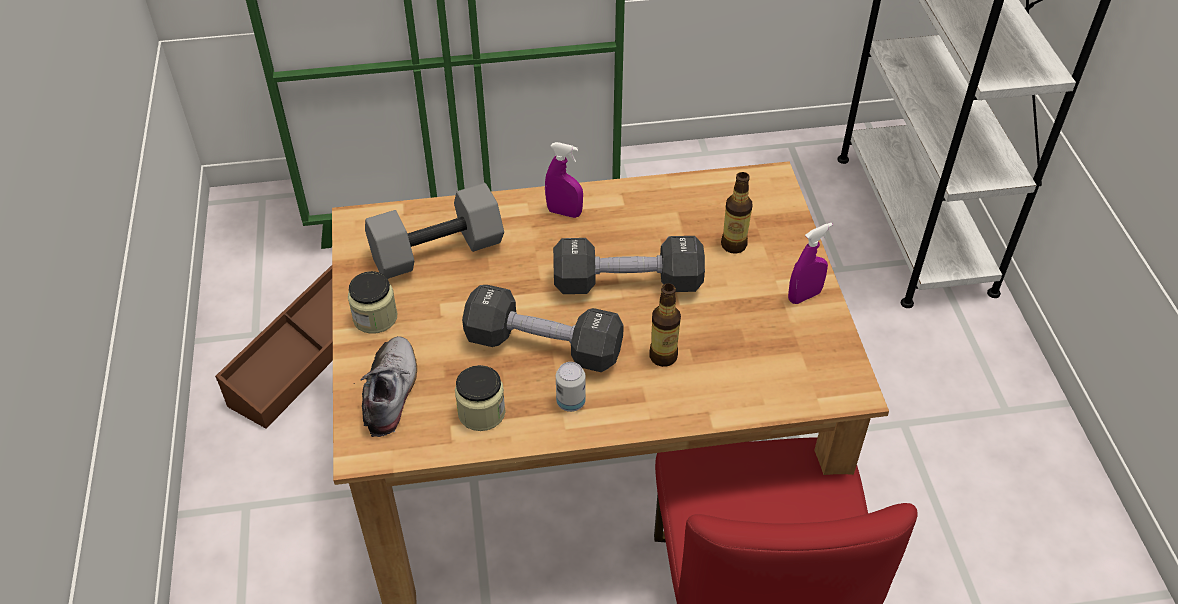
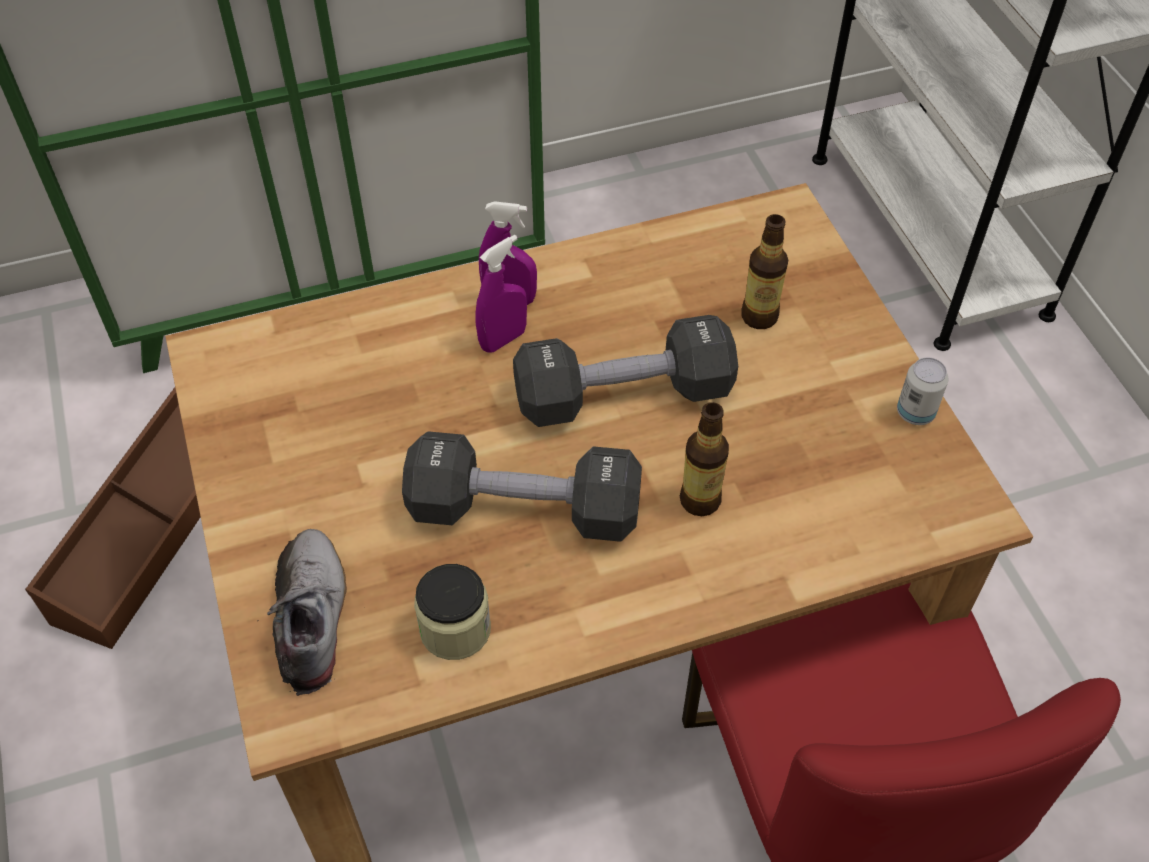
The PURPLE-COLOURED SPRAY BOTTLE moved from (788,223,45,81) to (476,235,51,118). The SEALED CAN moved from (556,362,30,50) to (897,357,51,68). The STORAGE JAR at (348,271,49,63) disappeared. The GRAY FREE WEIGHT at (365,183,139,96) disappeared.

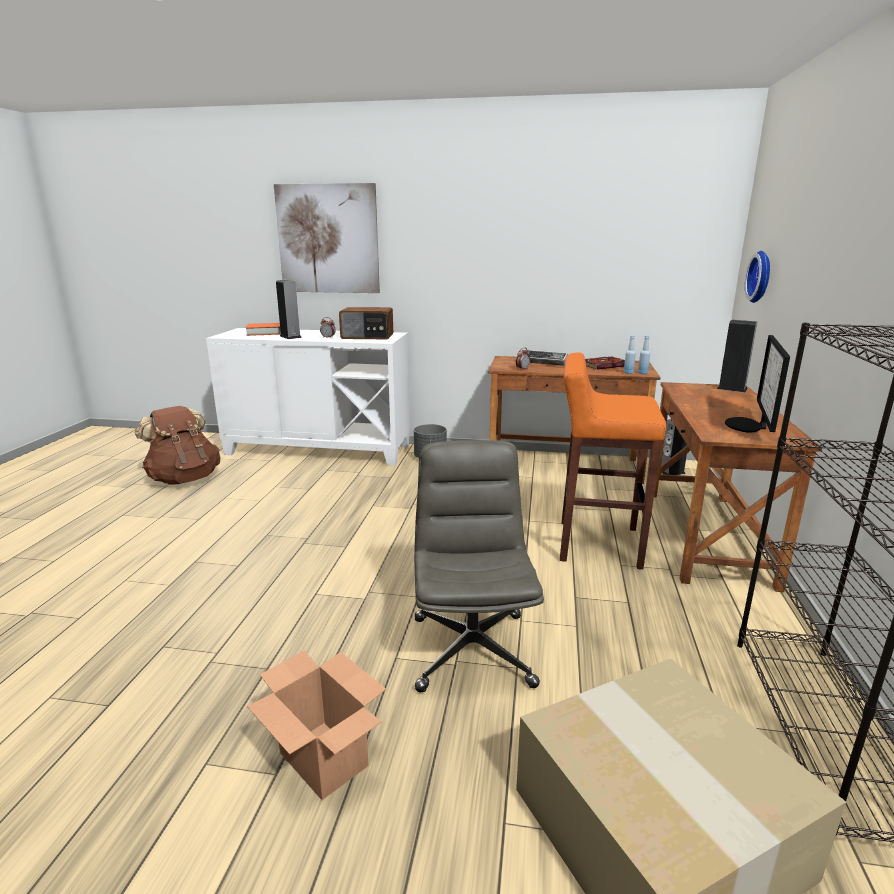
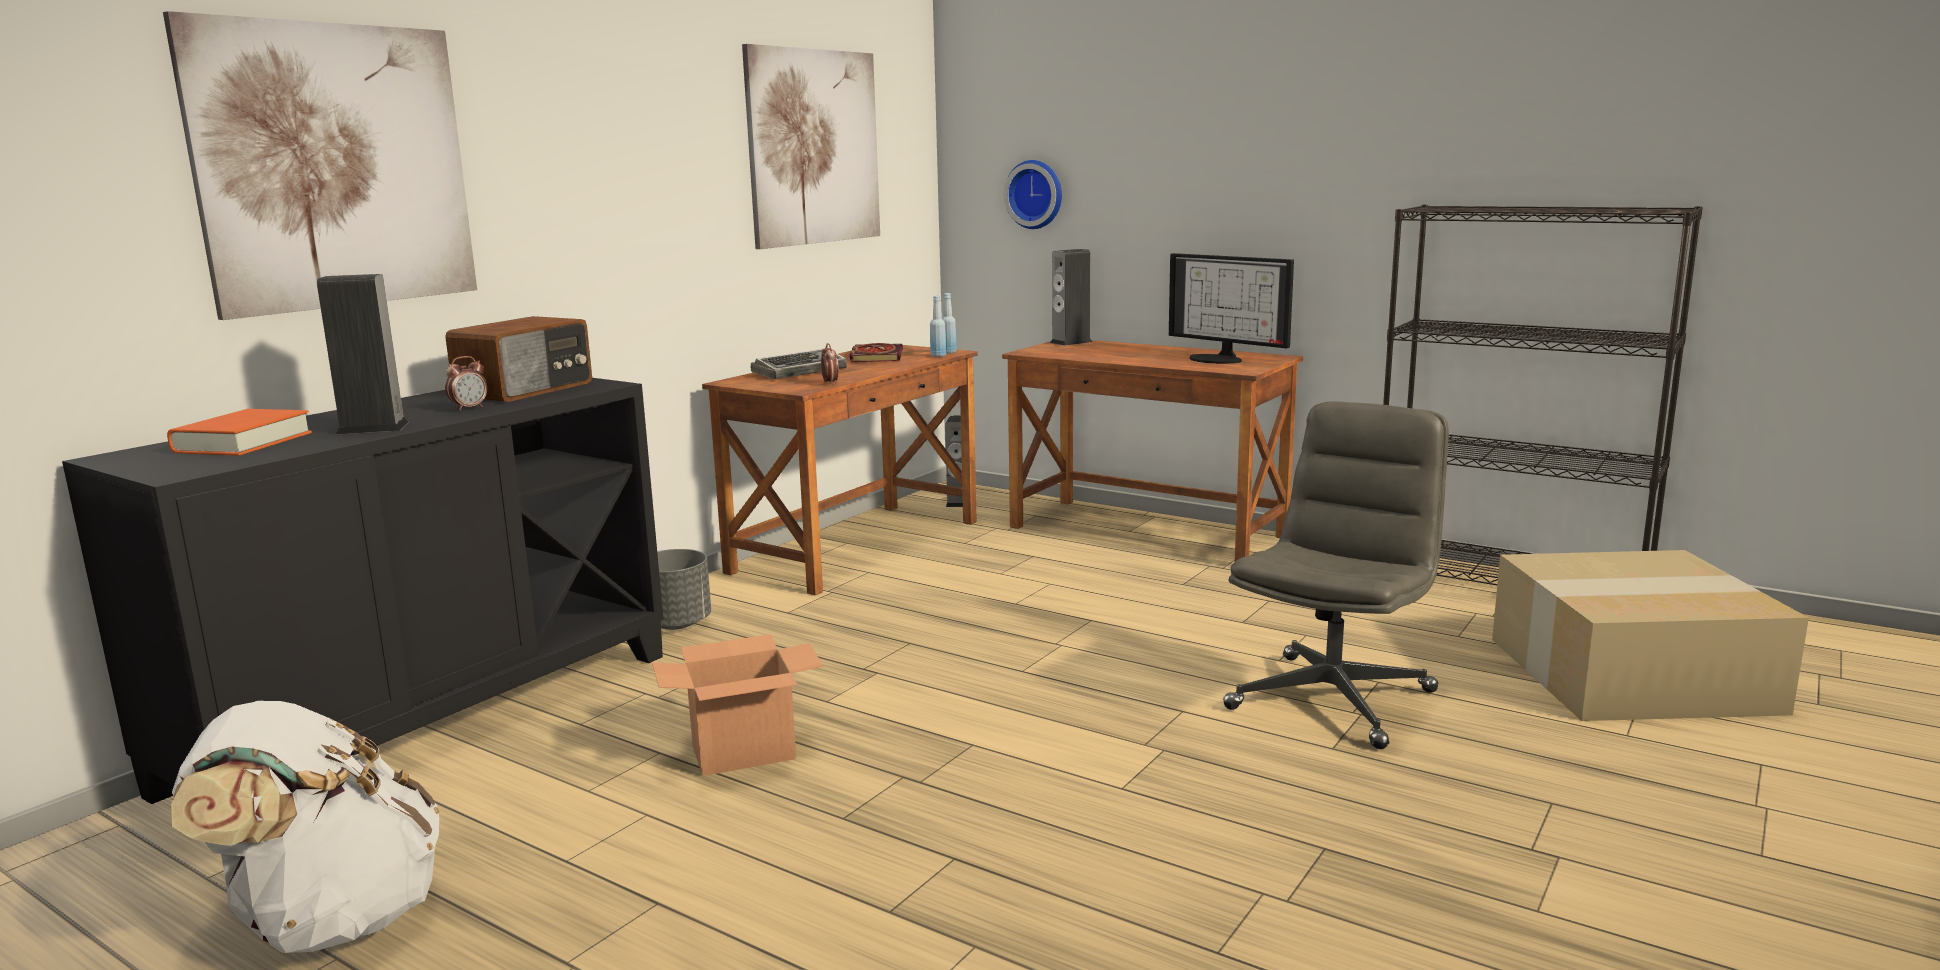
The WHITISH CUPBOARD at (206,328,204,138) became the BLACK-COLOURED CUPBOARD at (62,378,602,426). The BROWN-COLOURED BACKPACK at (135,406,85,79) became the WHITISH BACKPACK at (171,701,269,252). The CARTON moved from (247,650,139,150) to (652,634,172,142). The WALL PICTURE at (742,44,138,205) appeared. The GRAY DESK CHAIR at (414,440,130,253) turned 105 degrees clockwise. The ORANGE-COLOURED STOOL at (560,352,106,217) disappeared.

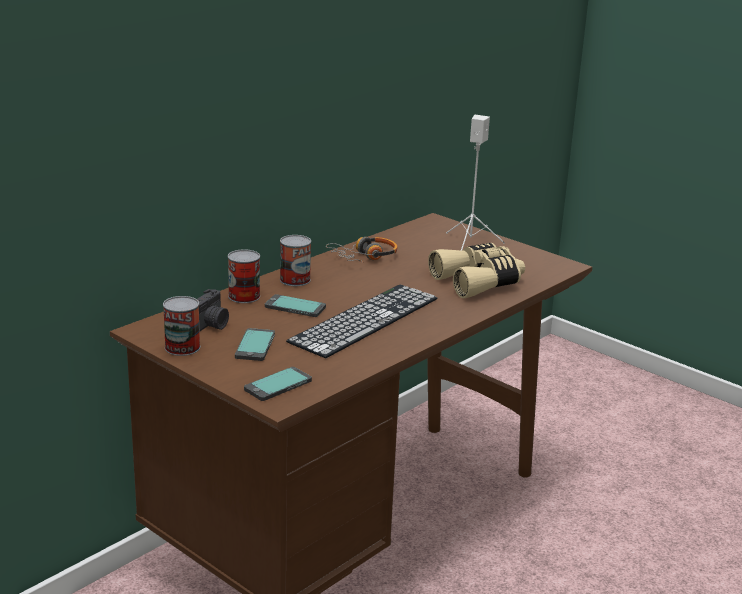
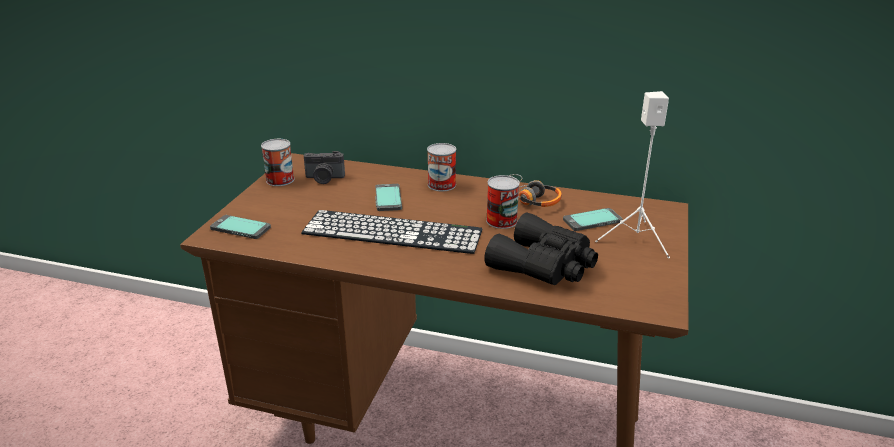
The BEIGE-COLOURED PAIR OF BINOCULARS at (428,243,97,55) became the BLACK-COLOURED PAIR OF BINOCULARS at (484,213,114,72). The SEALED CAN moved from (228,250,32,53) to (486,175,34,54). The TELEPHONE moved from (235,328,40,33) to (563,208,59,23).

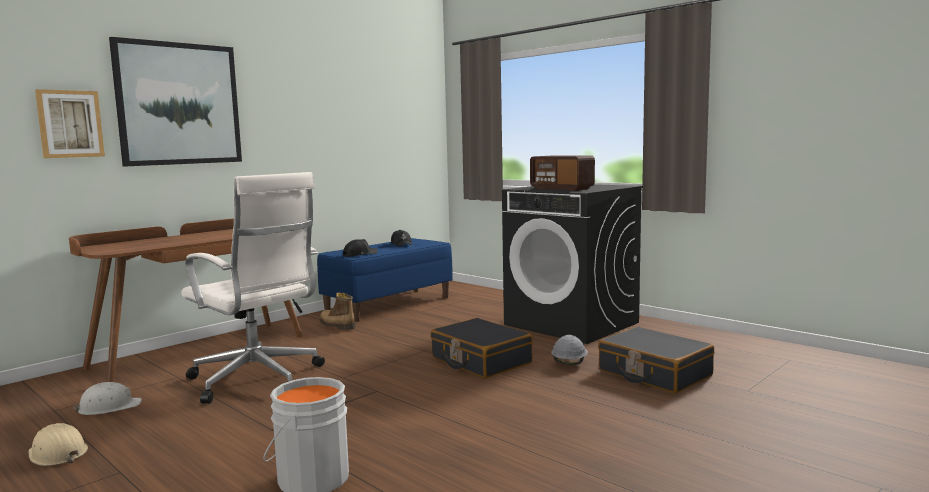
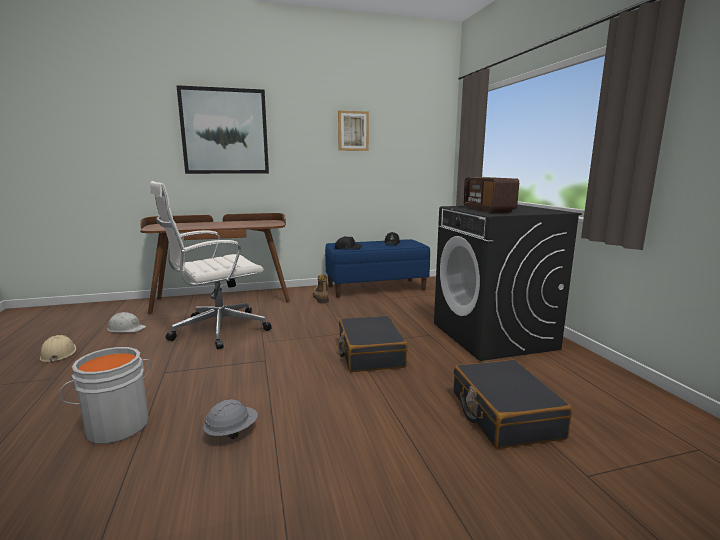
The WHITISH DESK CHAIR at (181,172,144,232) turned 75 degrees clockwise. The GRAY HARD HAT moved from (551,335,37,30) to (203,399,55,40). The WALL PICTURE moved from (35,89,70,69) to (338,111,31,40).

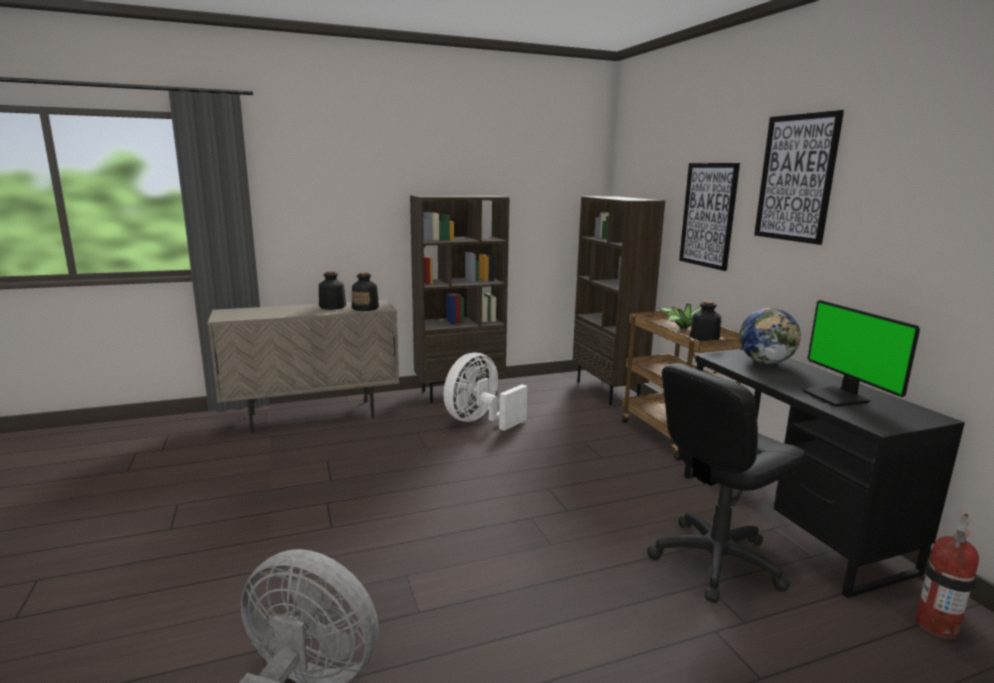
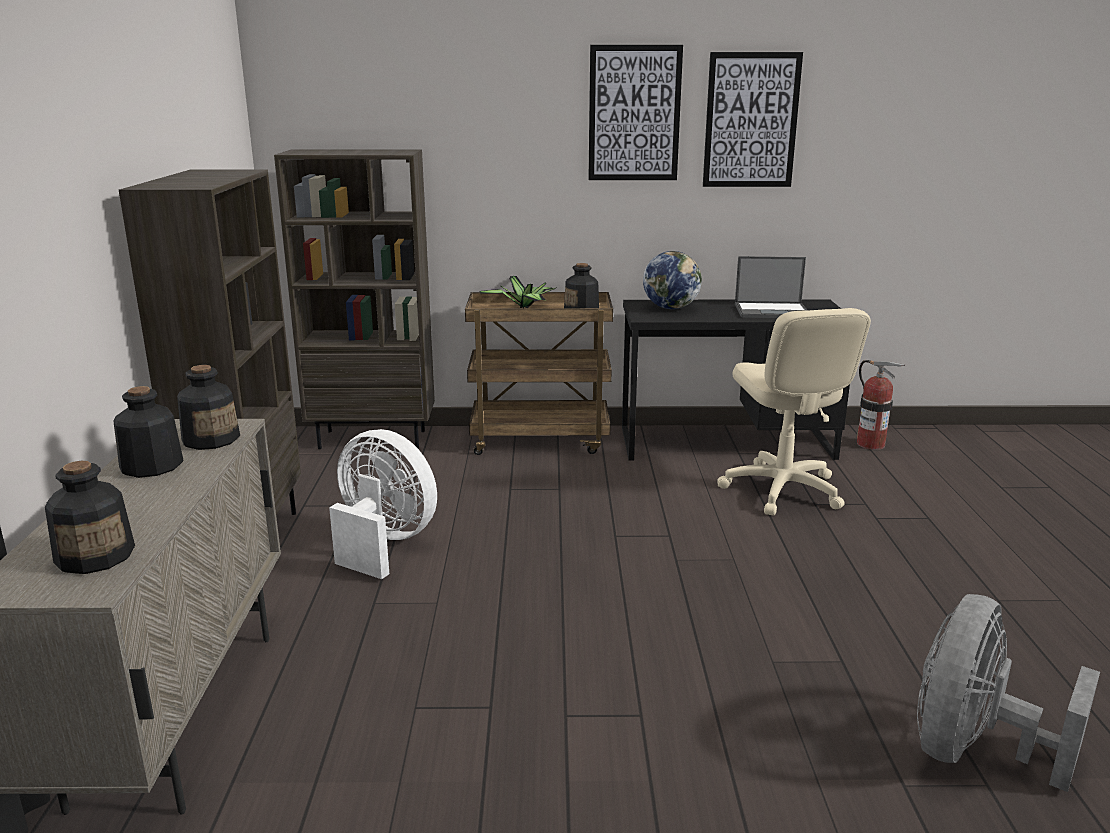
The BOTTLE at (45,461,90,113) appeared. The WHITISH FAN at (444,353,84,78) turned 150 degrees clockwise. The WALL PICTURE moved from (679,163,61,108) to (703,52,100,135). The BLACK-COLOURED DESK CHAIR at (647,363,159,240) became the BEIGE-COLOURED DESK CHAIR at (717,308,154,208). The MONITOR at (803,300,117,107) was replaced by the LAPTOP at (735,256,72,62).

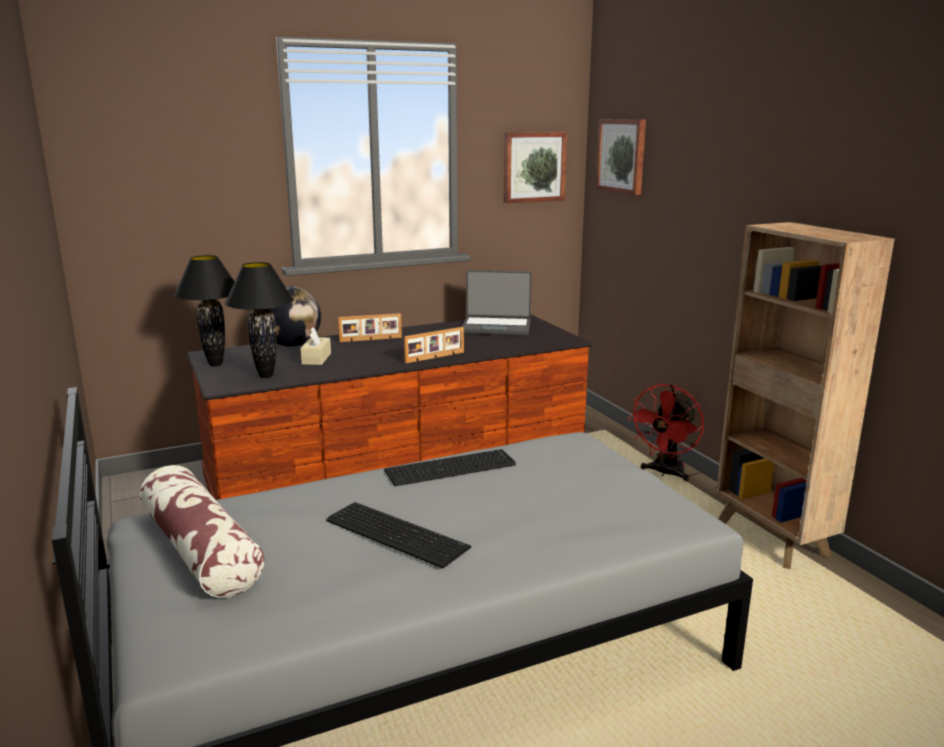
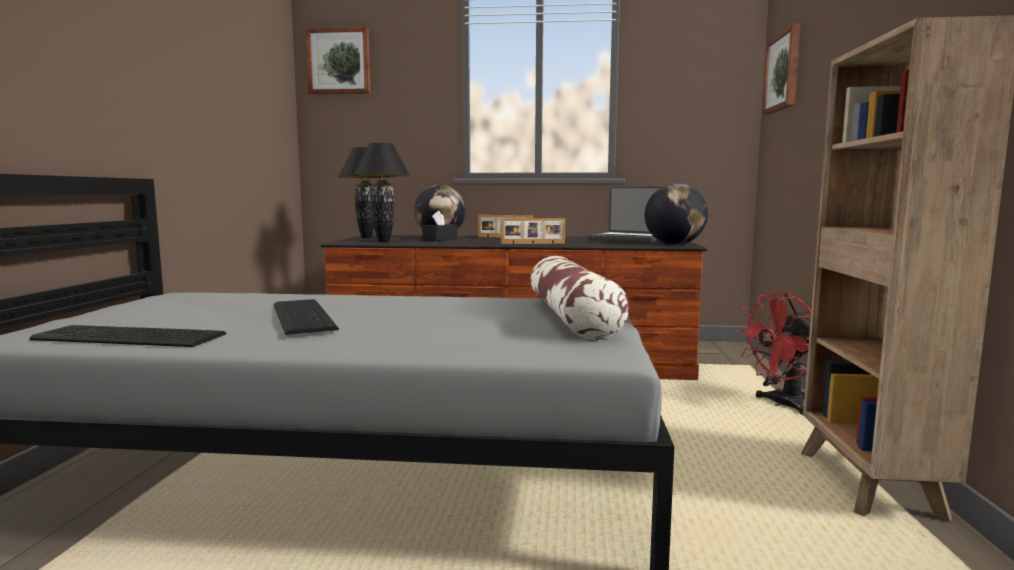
The KEYBOARD moved from (384,449,132,37) to (29,325,197,22). The WALL PICTURE moved from (504,132,63,71) to (306,27,64,67). The BEIGE-COLOURED BOX OF TISSUES at (300,327,31,38) became the BLACK-COLOURED BOX OF TISSUES at (422,211,35,30). The CUSHION moved from (140,465,124,133) to (530,256,99,84). The DESK GLOBE at (645,183,63,62) appeared.

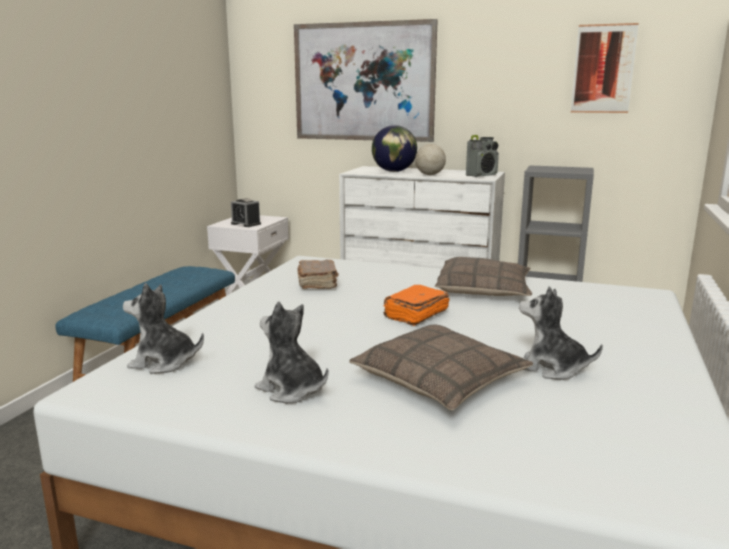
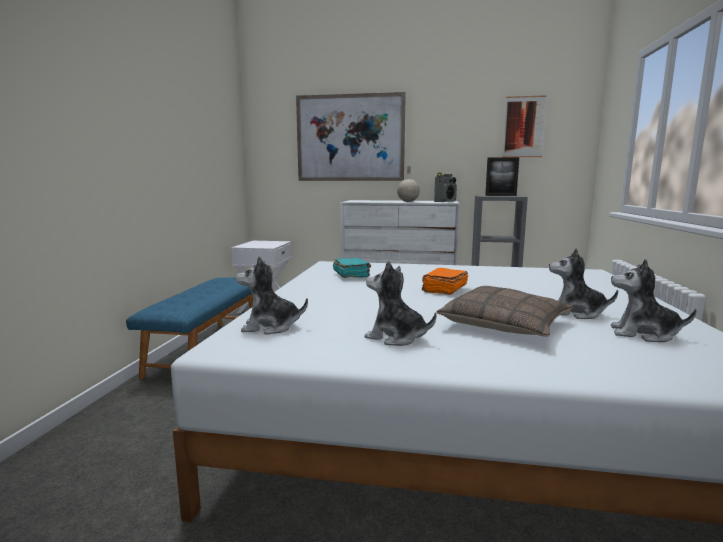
The BROWN-COLOURED BOOK at (297,260,41,29) became the BLUE-GREEN BOOK at (333,258,38,20). The PHOTO FRAME at (485,157,34,39) appeared. The SOFT TOY at (611,259,86,83) appeared. The BEDSIDE CLOCK at (231,198,30,29) disappeared. The DESK GLOBE at (372,125,45,47) disappeared. The CUSHION at (435,257,97,39) disappeared.

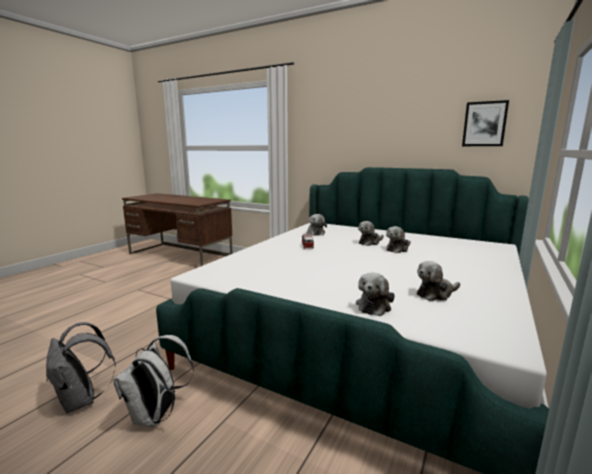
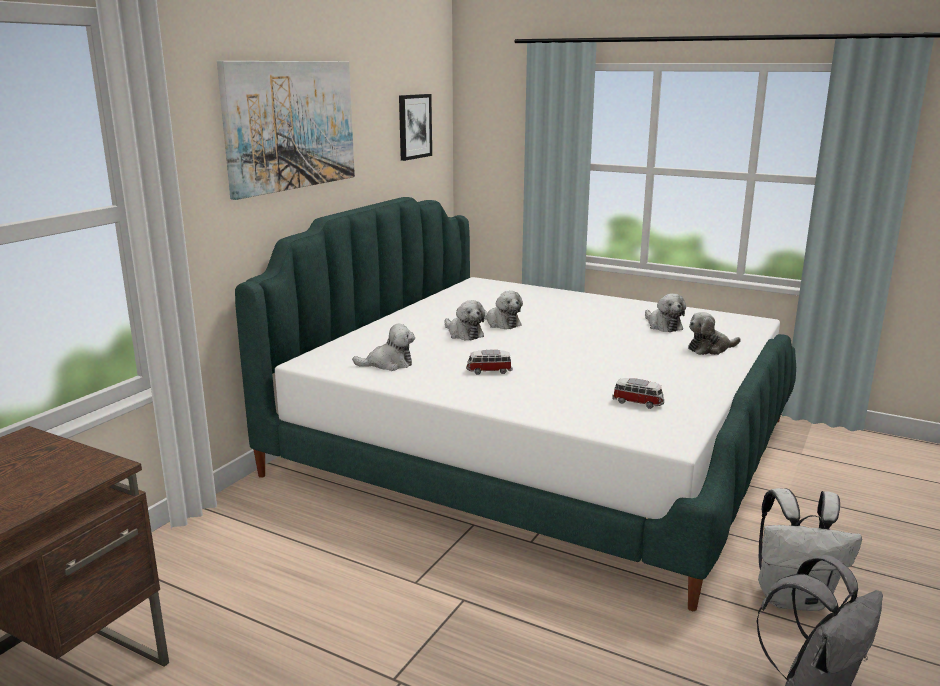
The WALL PICTURE at (217,61,138,139) appeared. The MINIATURE CAR at (612,378,52,31) appeared. The SOFT TOY at (356,272,39,44) turned 135 degrees clockwise.

